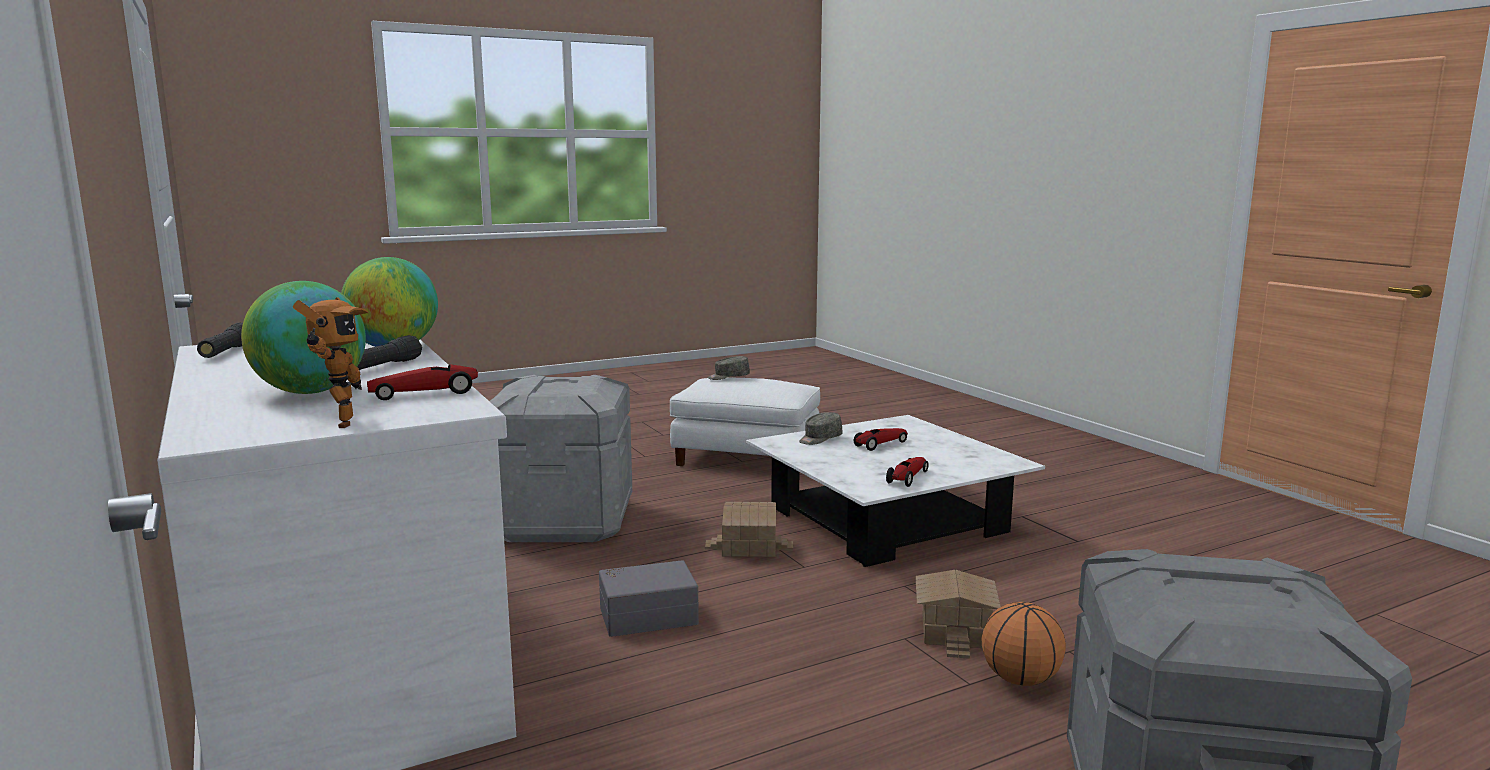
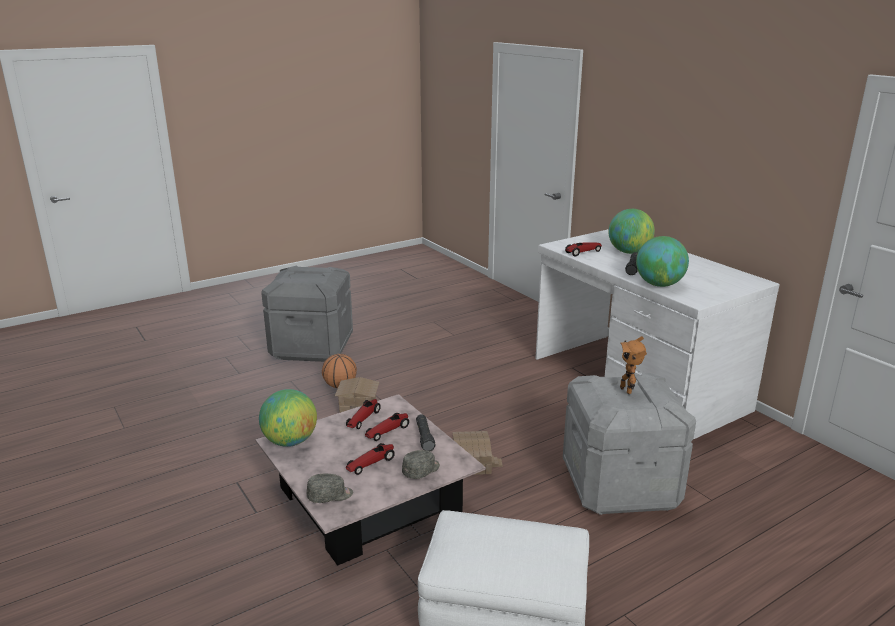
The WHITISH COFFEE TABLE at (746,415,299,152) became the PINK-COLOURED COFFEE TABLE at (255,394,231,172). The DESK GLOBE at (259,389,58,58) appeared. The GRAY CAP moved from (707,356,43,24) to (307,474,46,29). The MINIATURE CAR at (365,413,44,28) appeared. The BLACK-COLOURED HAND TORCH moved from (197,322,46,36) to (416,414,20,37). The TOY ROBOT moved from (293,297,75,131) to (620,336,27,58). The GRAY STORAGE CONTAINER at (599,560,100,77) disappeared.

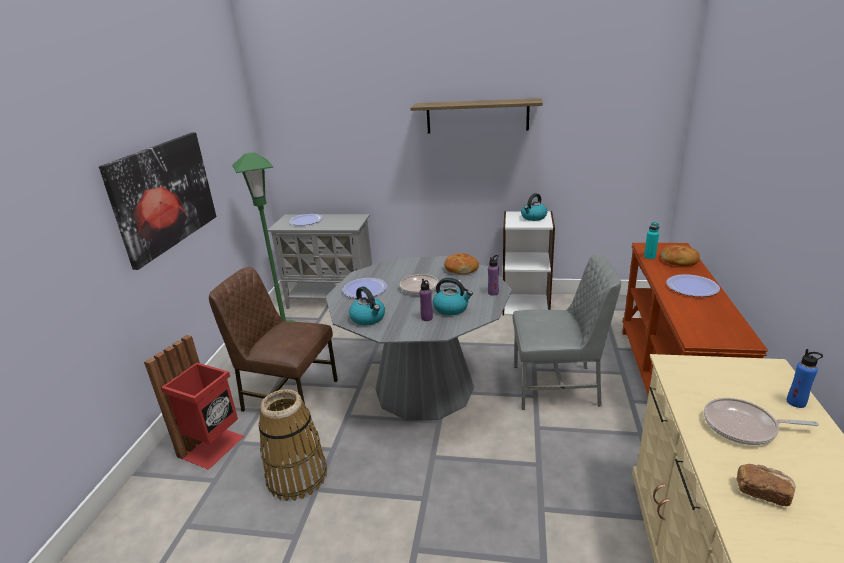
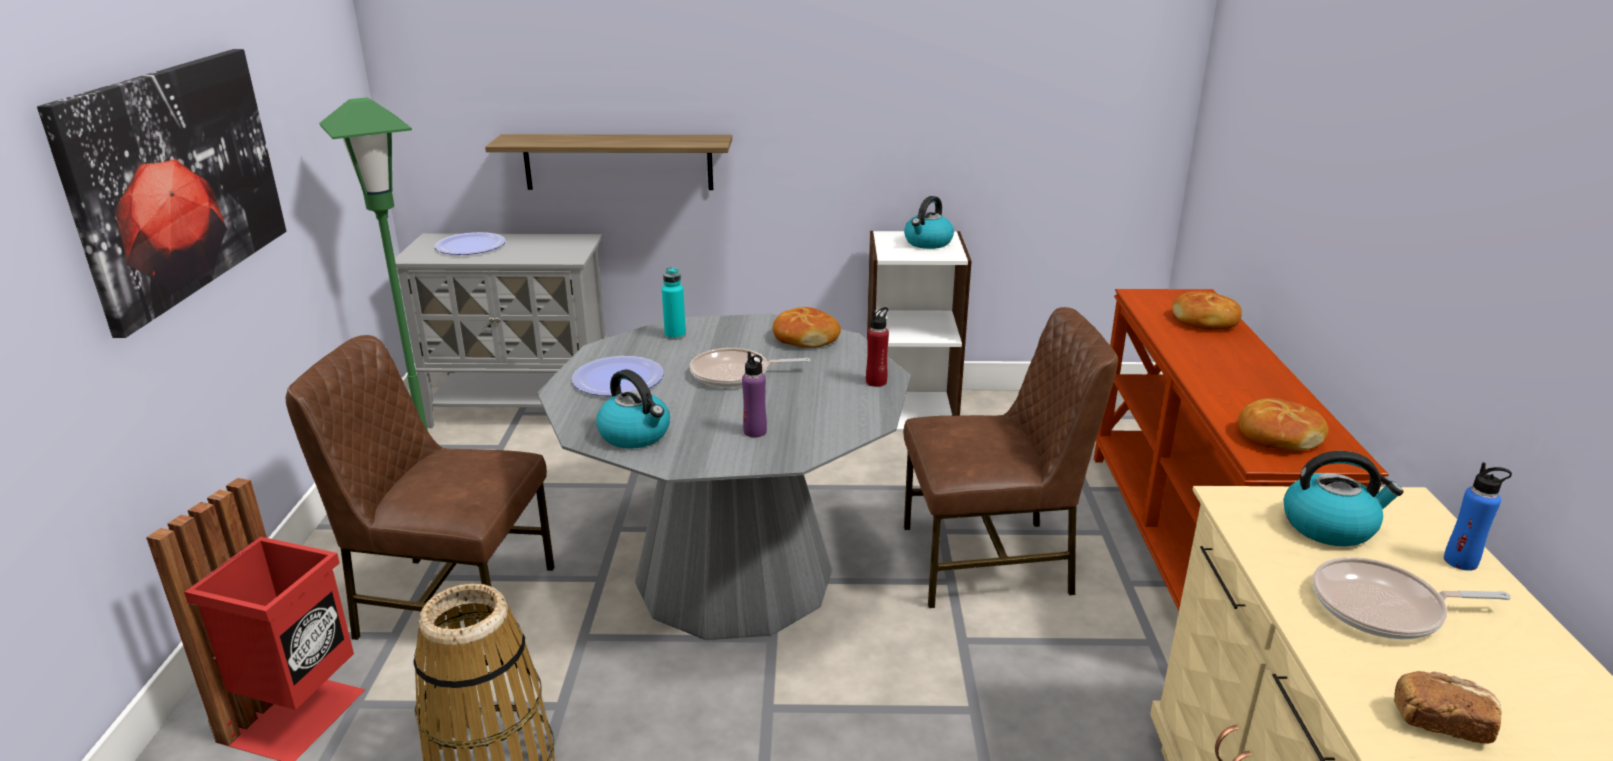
The BRACKET SHELF moved from (410,98,133,35) to (485,134,247,56). The BLUE-GREEN BOTTLE moved from (644,222,15,38) to (662,267,24,73). The PURPLE-COLOURED BOTTLE at (488,255,11,41) became the RED BOTTLE at (866,307,23,80). The GRAY PLAIN CHAIR at (512,254,109,156) became the BROWN-COLOURED PLAIN CHAIR at (903,307,215,301). The BREAD at (1238,398,90,53) appeared. The KETTLE moved from (433,278,40,37) to (1284,451,119,96). The PLATE at (666,274,54,23) disappeared.

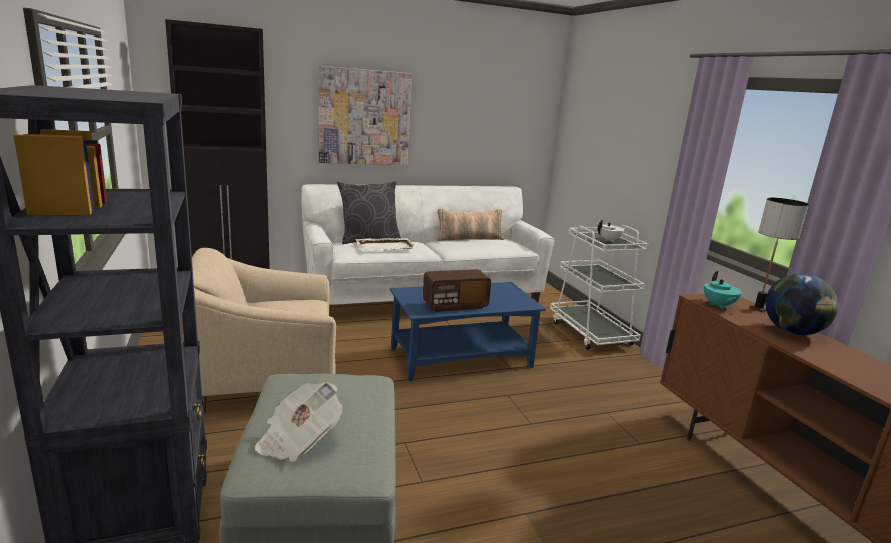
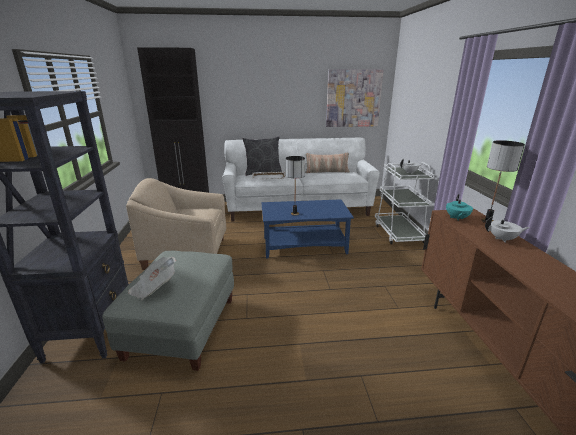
The RADIO at (423,269,68,43) was replaced by the LAMP FOR A TABLE at (286,156,19,60). The WALL PICTURE moved from (319,66,93,99) to (326,69,58,58). The DESK GLOBE at (765,274,73,61) was replaced by the WHITISH POT FOR TEA at (485,216,45,27).

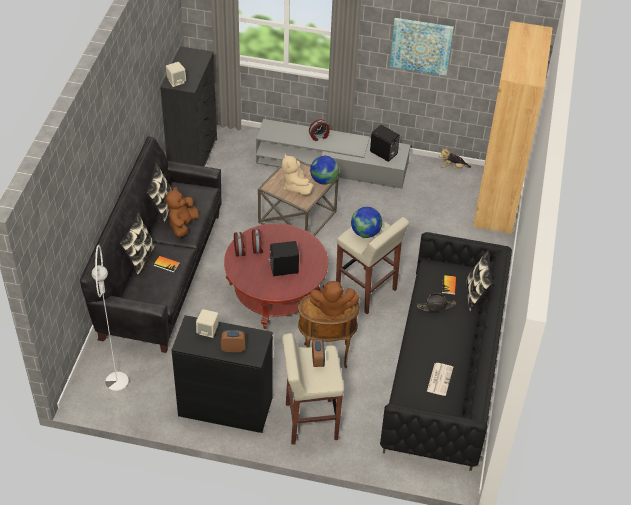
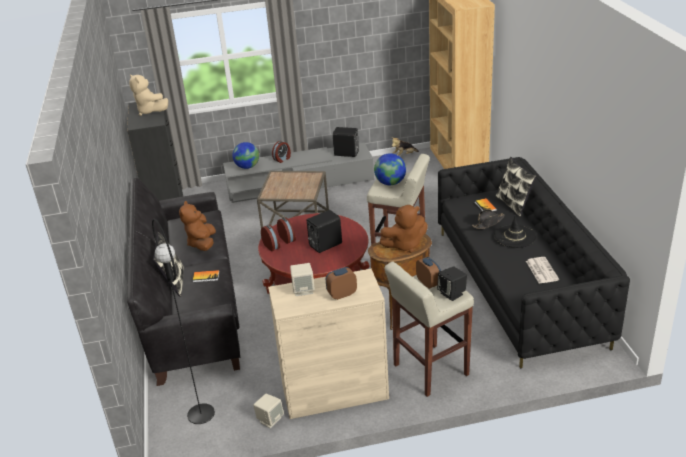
The BEIGE-COLOURED SOFT TOY moved from (282,153,31,42) to (129,74,39,42). The WHITISH STANDARD LAMP at (91,244,38,147) became the BLACK-COLOURED STANDARD LAMP at (152,218,63,206). The DESK GLOBE moved from (310,156,29,29) to (232,142,27,27). The BEIGE-COLOURED SPEAKER moved from (166,62,20,25) to (253,394,31,34). The BLACK-COLOURED CUPBOARD at (172,315,101,118) became the BEIGE-COLOURED CUPBOARD at (268,269,121,150). The BLACK-COLOURED SPEAKER at (437,266,30,35) appeared. The BLACK-COLOURED CLOTHING HAT at (494,215,43,33) appeared. The CUSHION at (146,163,26,60) disappeared. The WALL PICTURE at (390,18,64,58) disappeared.

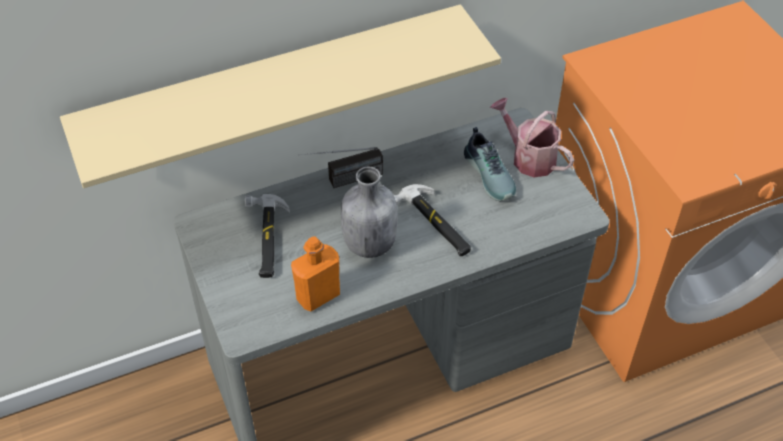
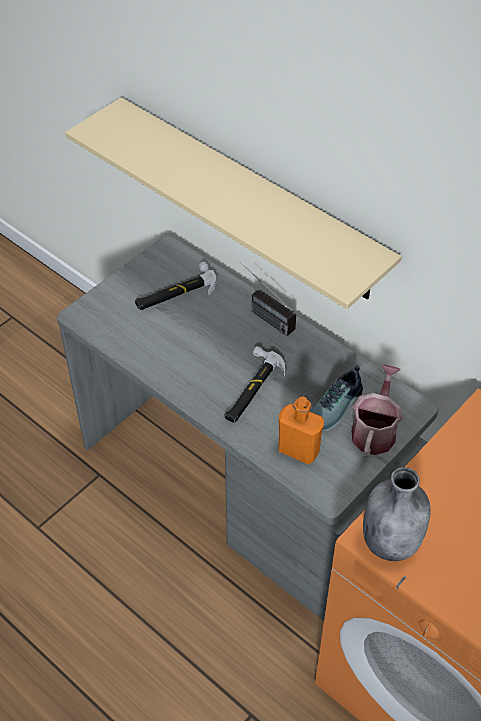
The ORANGE-COLOURED BOTTLE moved from (291,237,49,74) to (279,396,45,68). The GRAY BOTTLE moved from (341,167,57,91) to (363,467,68,94).

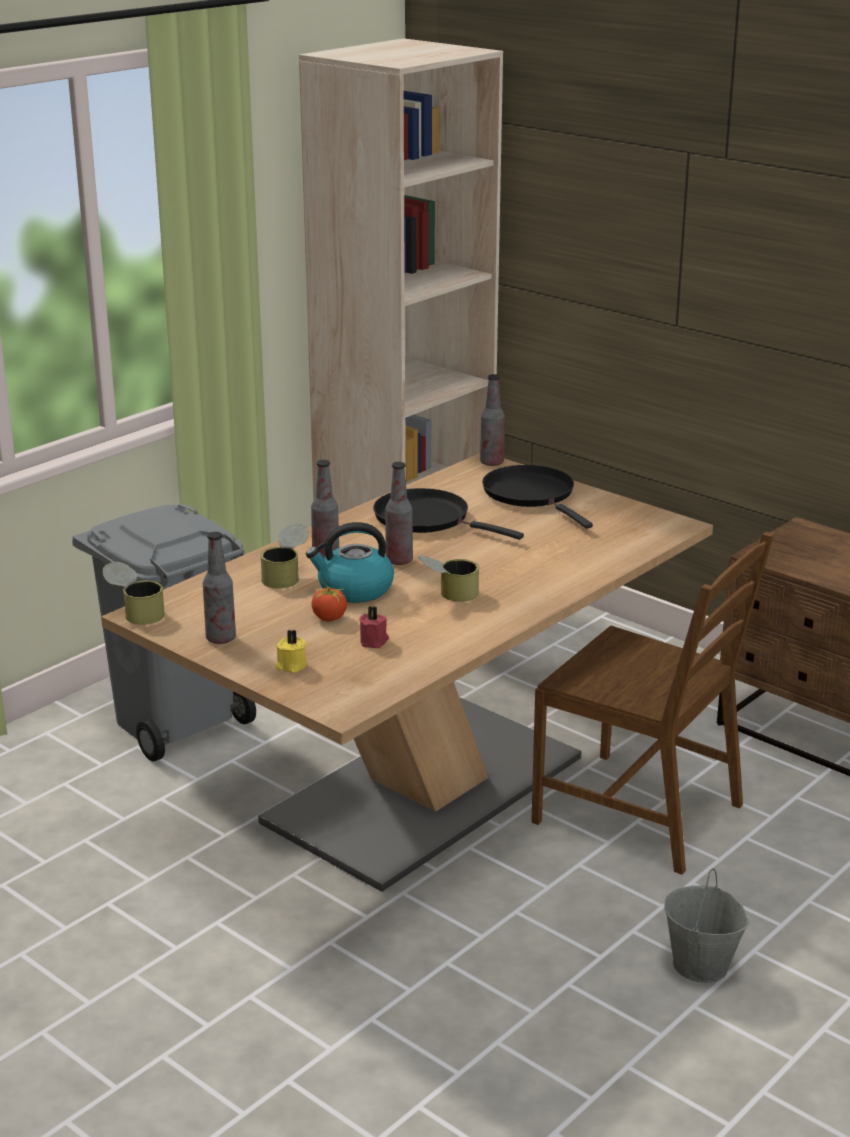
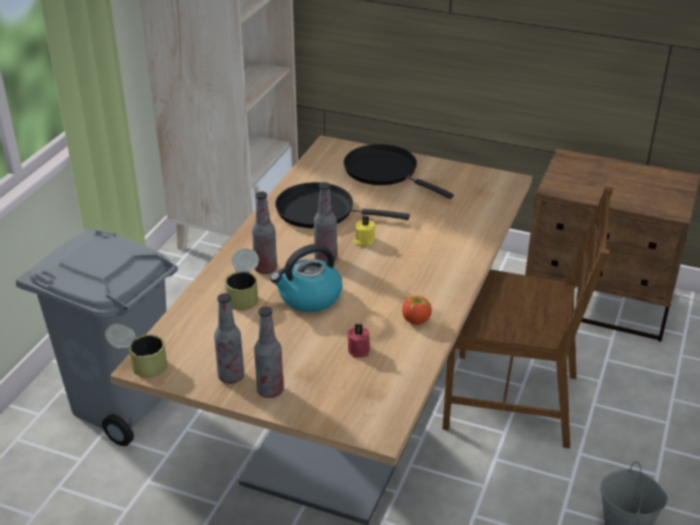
The BOTTLE moved from (480,374,25,92) to (254,306,30,92). The YELLOW WAX CANDLE moved from (275,630,32,43) to (354,215,21,30). The WHOLE TOMATO moved from (311,581,36,41) to (401,291,31,34). The SEALED CAN at (418,556,61,46) disappeared.

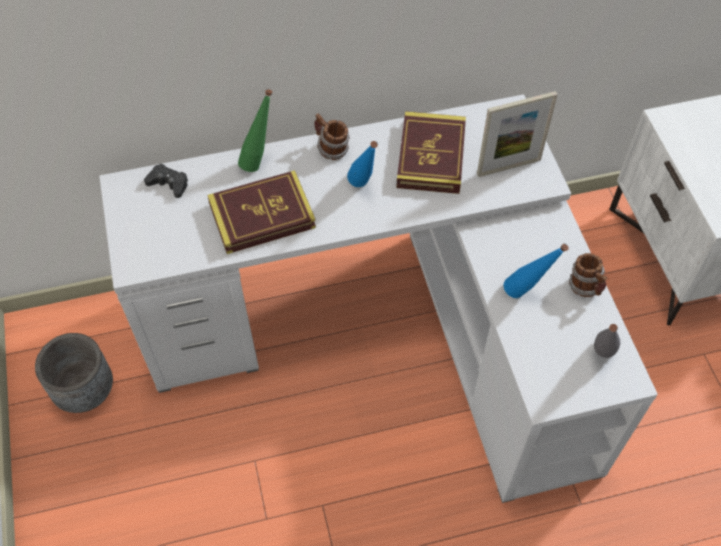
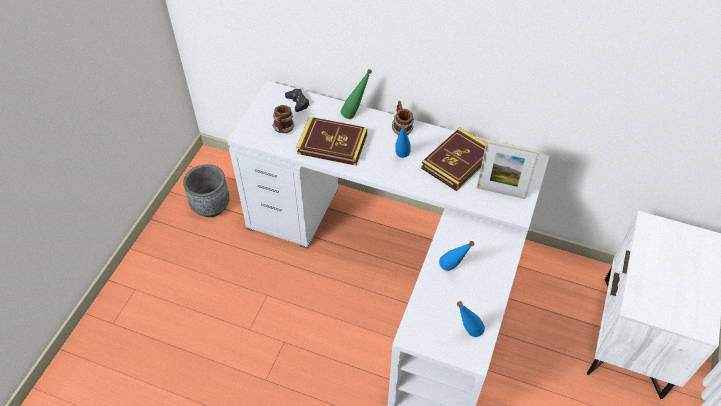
The MUG moved from (569,253,38,44) to (272,105,22,28). The GRAY BOTTLE at (594,324,26,34) became the BLUISH BOTTLE at (457,301,28,36).

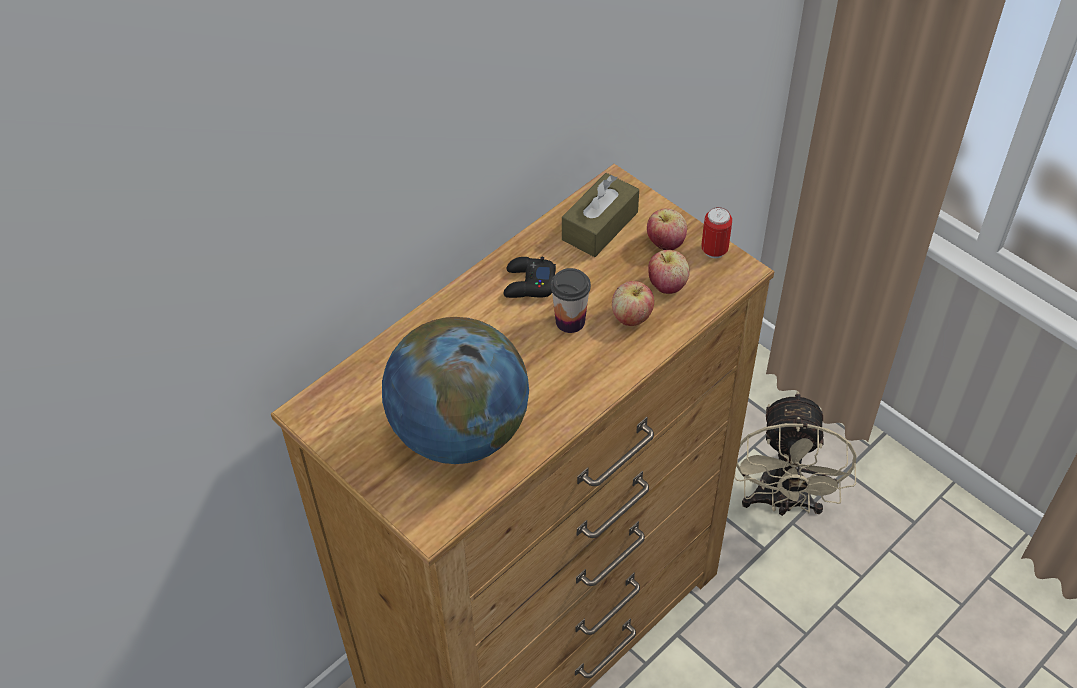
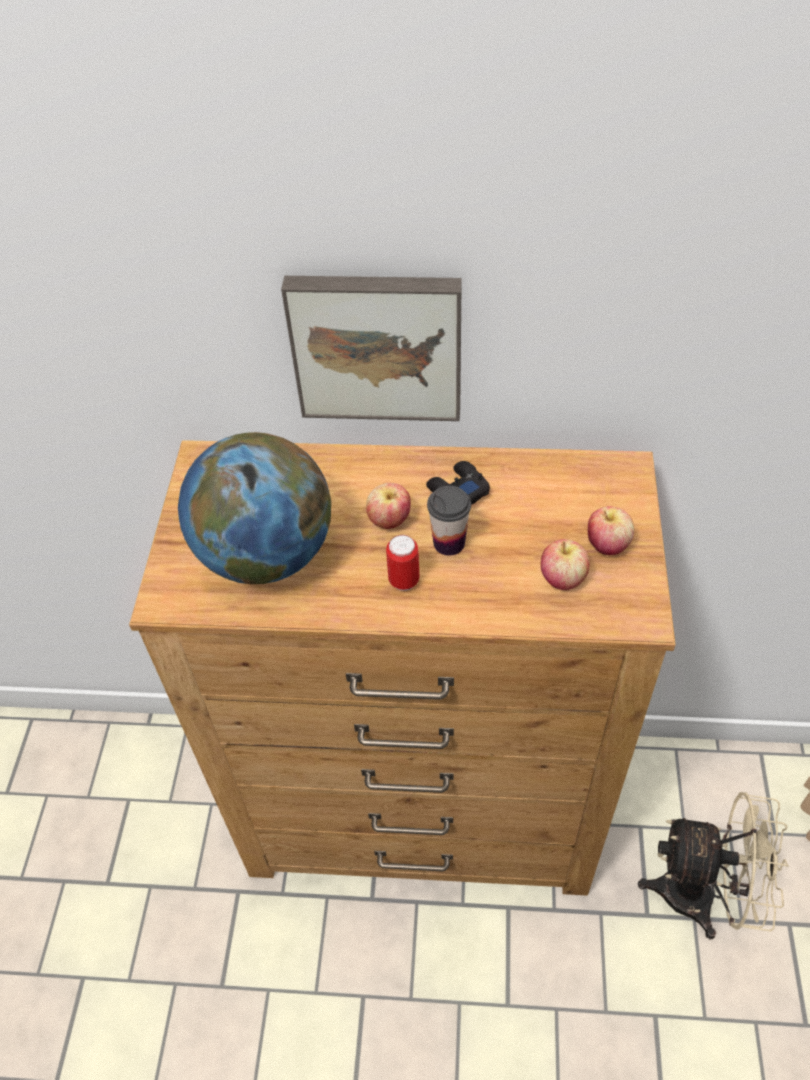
The WALL PICTURE at (281,276,181,145) appeared. The WHOLE APPLE moved from (612,281,42,45) to (366,483,45,46). The SEALED CAN moved from (701,207,31,51) to (386,535,34,56). The BEIGE-COLOURED FAN at (734,391,123,125) turned 135 degrees counterclockwise. The BROWN-COLOURED BOX OF TISSUES at (562,173,77,84) disappeared.

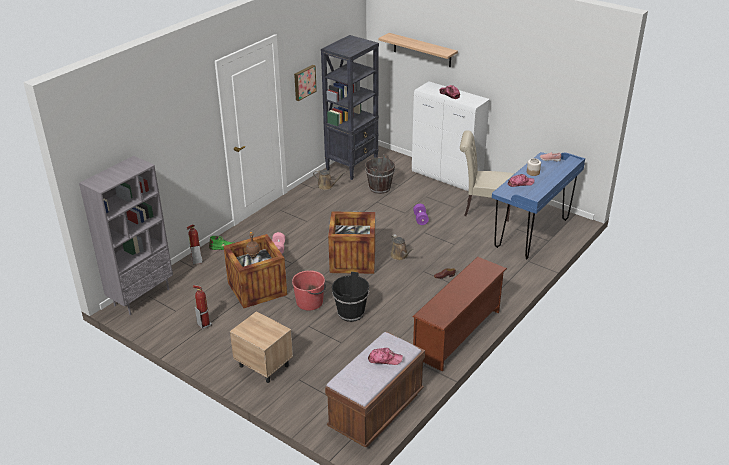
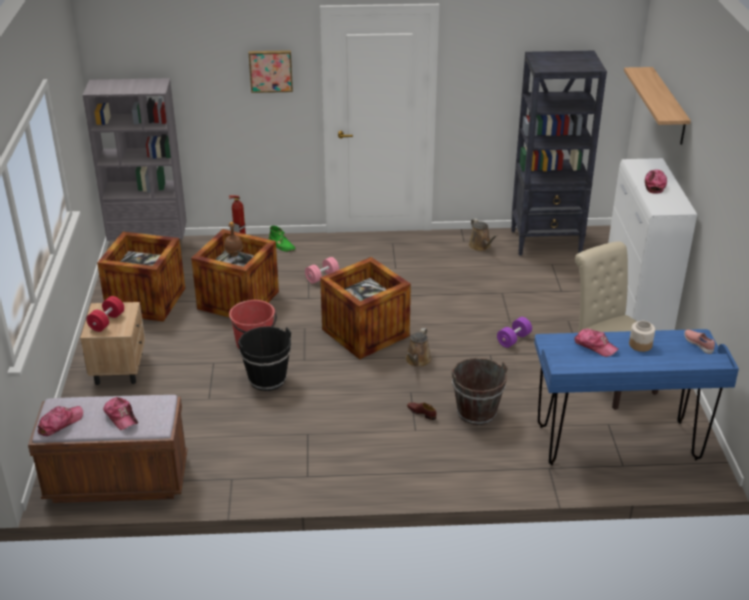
The CAP at (38,406,45,30) appeared. The RED FREE WEIGHT at (86,296,38,36) appeared. The EXTINGUISHER at (192,285,20,45) was replaced by the PACKING CRATE at (97,232,88,90). The WALL PICTURE moved from (294,65,23,36) to (249,50,44,43). The BROWN-COLOURED BUCKET moved from (365,154,30,40) to (451,358,57,67). The BROWN-COLOURED SHOE STAND at (412,257,95,114) disappeared.

